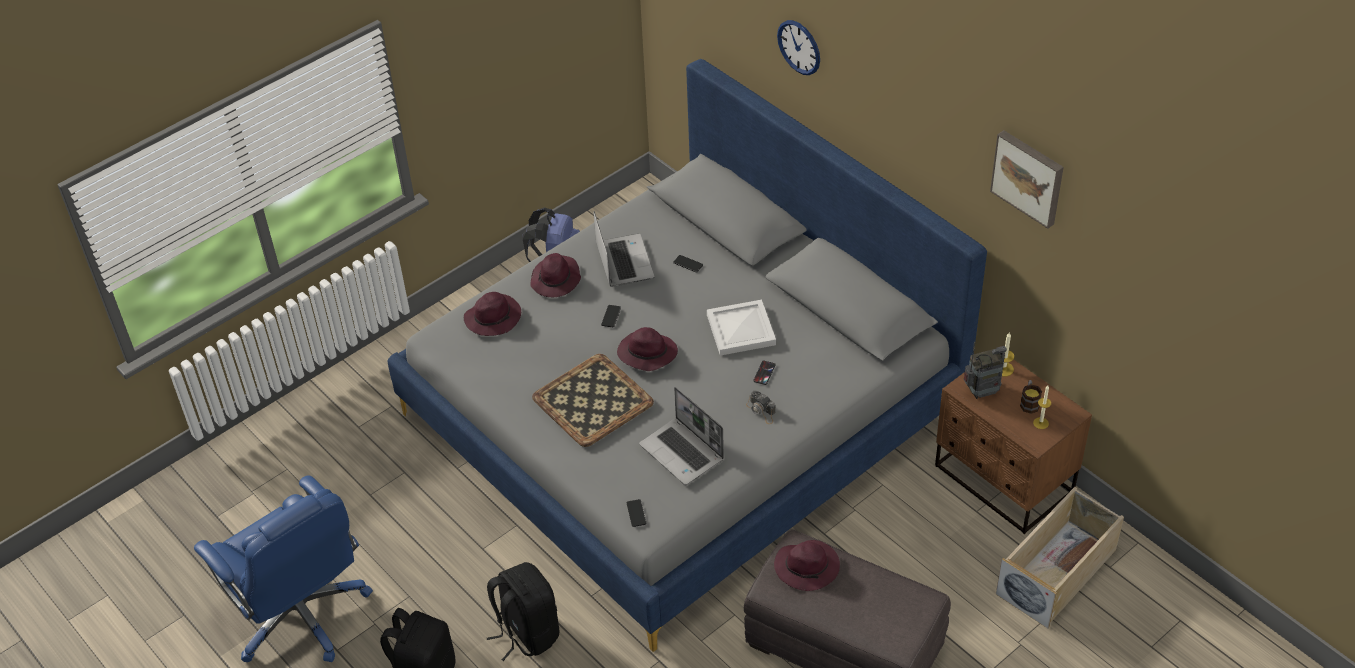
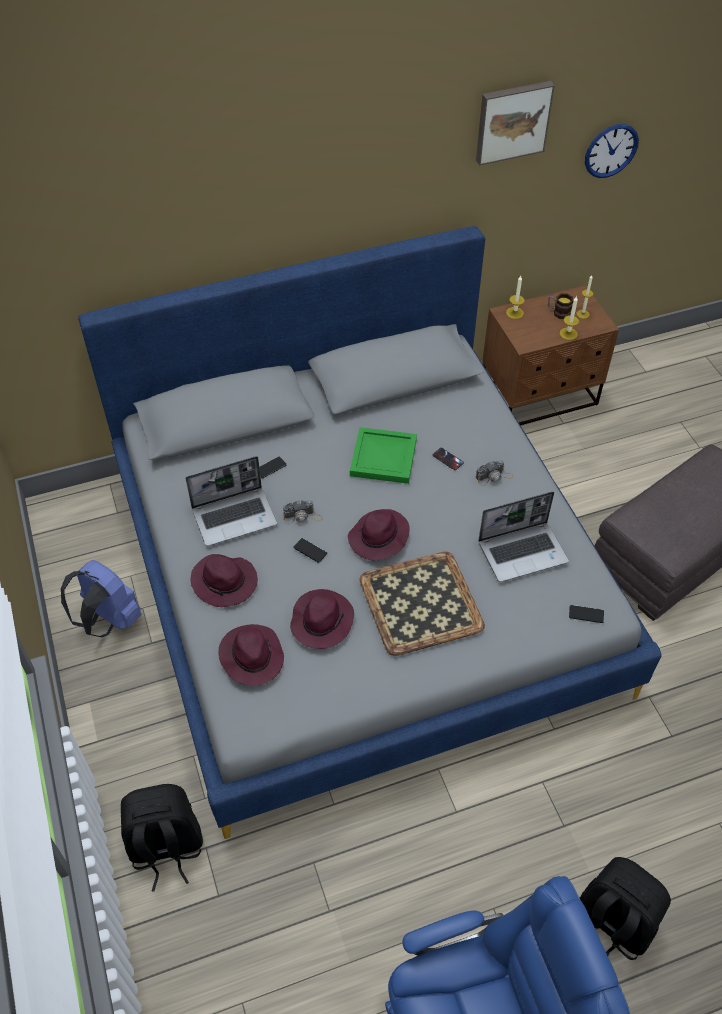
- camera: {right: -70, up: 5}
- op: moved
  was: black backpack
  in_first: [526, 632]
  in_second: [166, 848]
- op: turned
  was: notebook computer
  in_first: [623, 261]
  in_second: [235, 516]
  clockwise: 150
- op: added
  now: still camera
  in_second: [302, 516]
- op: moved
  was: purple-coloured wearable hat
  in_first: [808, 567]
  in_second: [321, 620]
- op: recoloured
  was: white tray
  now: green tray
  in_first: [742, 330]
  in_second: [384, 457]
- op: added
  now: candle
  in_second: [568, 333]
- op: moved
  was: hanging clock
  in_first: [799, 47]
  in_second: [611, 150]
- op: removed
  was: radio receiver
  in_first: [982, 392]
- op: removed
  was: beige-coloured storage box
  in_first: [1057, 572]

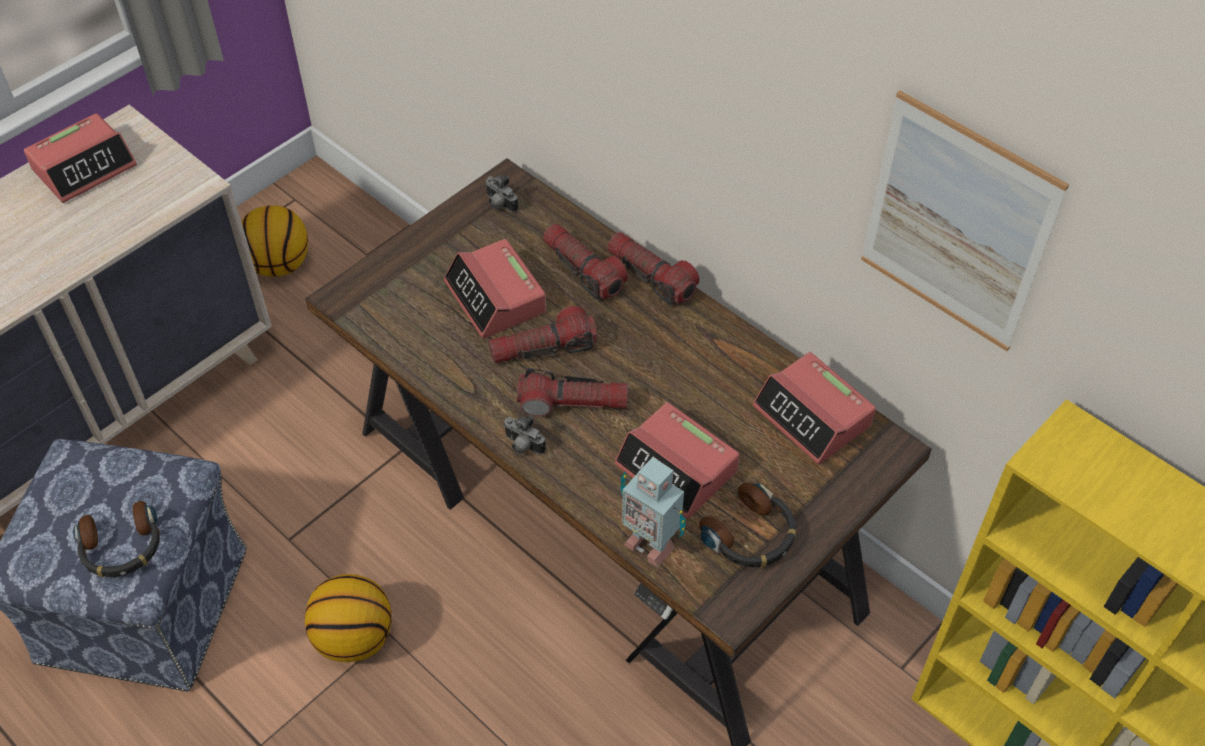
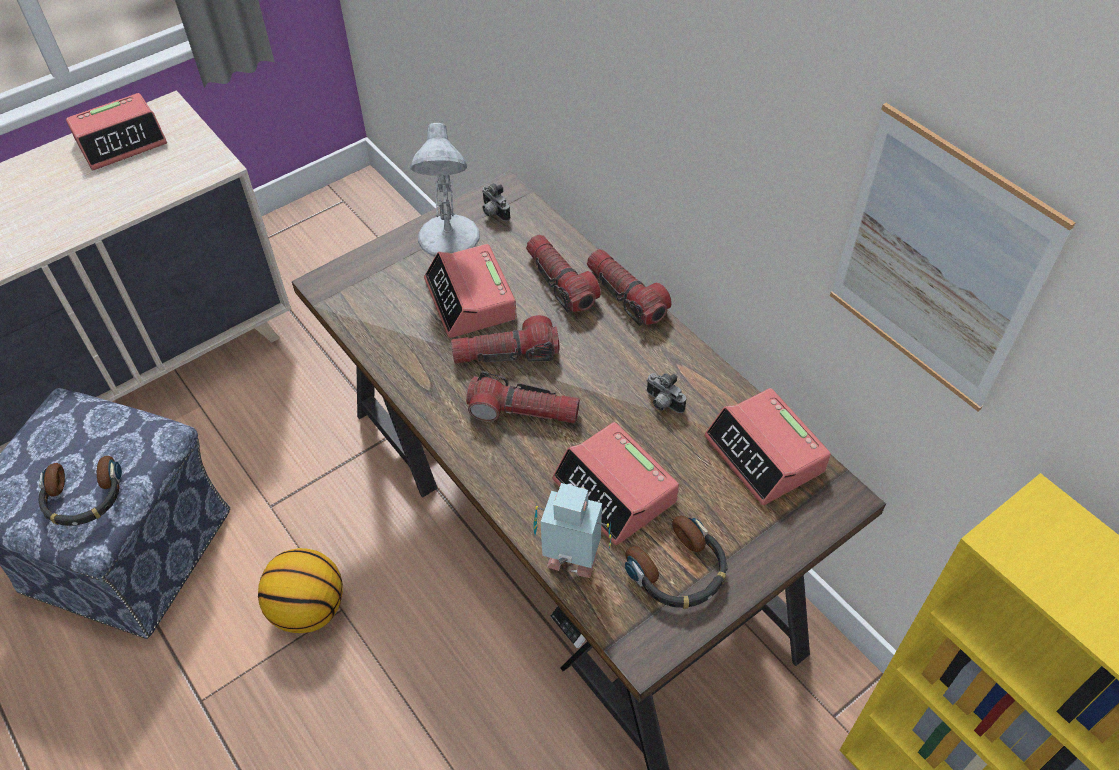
- camera: {right: 10, up: 0}
- op: added
  now: white tabletop lamp
  in_second: [449, 239]
- op: turned
  was: model robot
  in_first: [650, 542]
  in_second: [572, 565]
  clockwise: 150
- op: moved
  was: still camera
  in_first: [522, 446]
  in_second: [662, 403]
- op: removed
  was: ball for basketball
  in_first: [279, 264]

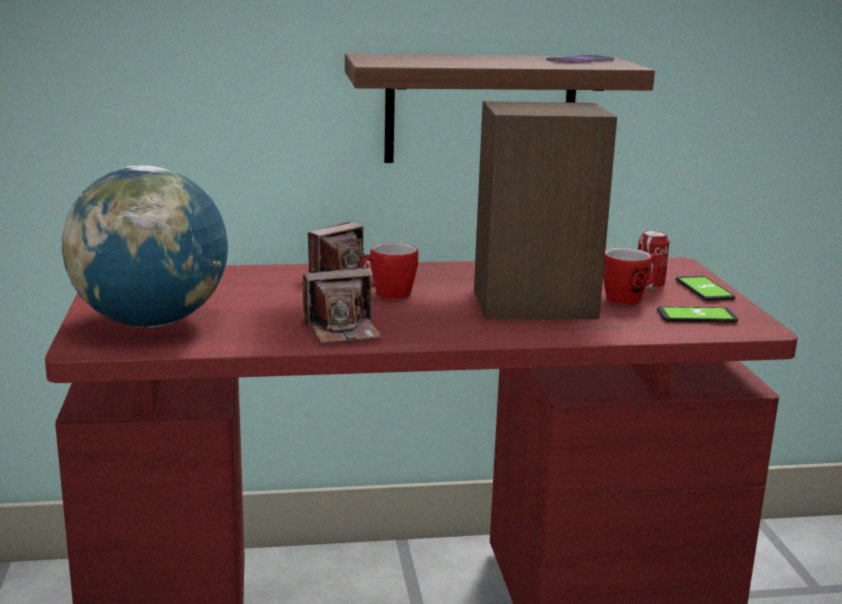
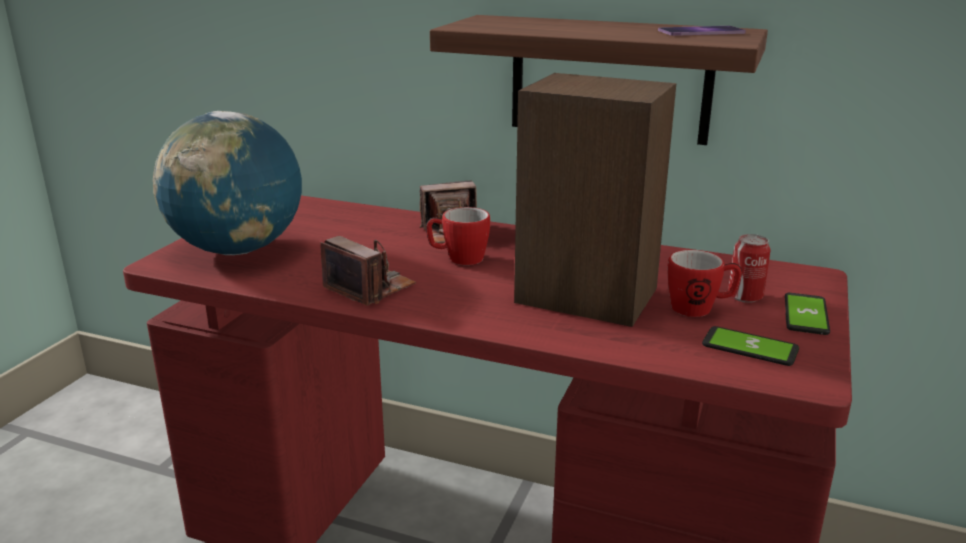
- camera: {right: 30, up: 5}
- op: turned
  was: still camera
  in_first: [343, 330]
  in_second: [370, 288]
  clockwise: -150

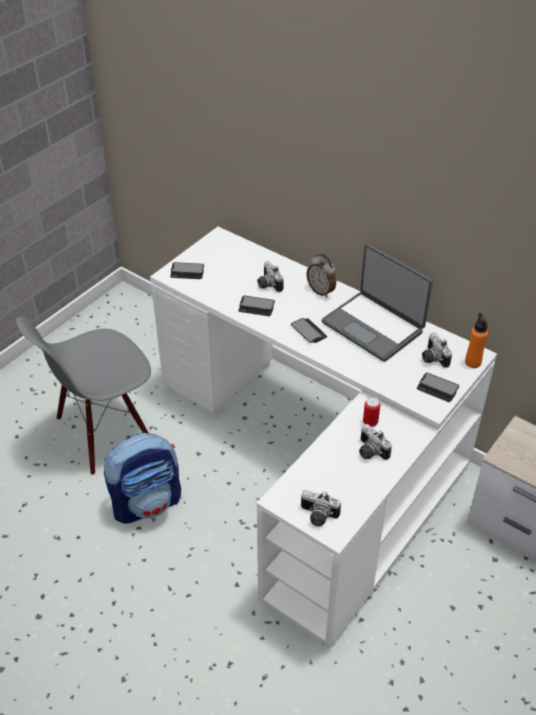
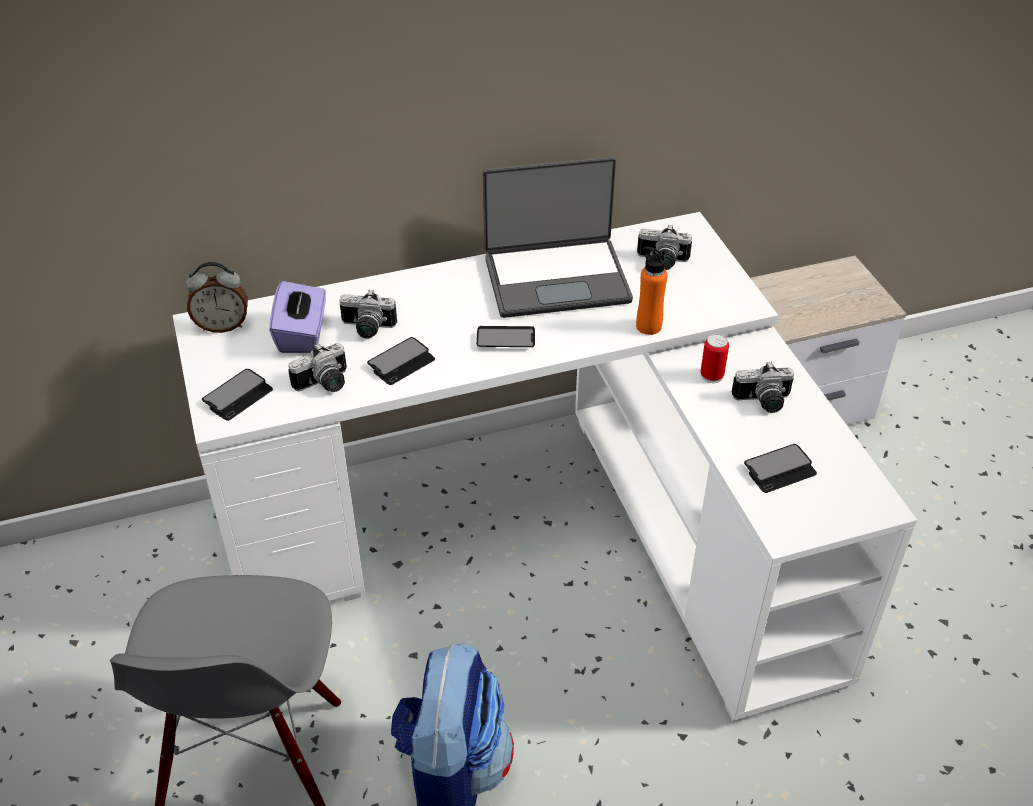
- camera: {right: -55, up: 0}
- op: moved
  was: table clock
  in_first: [321, 291]
  in_second: [222, 325]
- op: added
  now: purple-coloured box of tissues
  in_second: [302, 334]
- op: moved
  was: still camera
  in_first: [317, 516]
  in_second: [325, 384]
- op: moved
  was: orange beverage bottle
  in_first: [472, 362]
  in_second: [648, 326]
- op: moved
  was: telephone
  in_first: [437, 388]
  in_second: [780, 470]

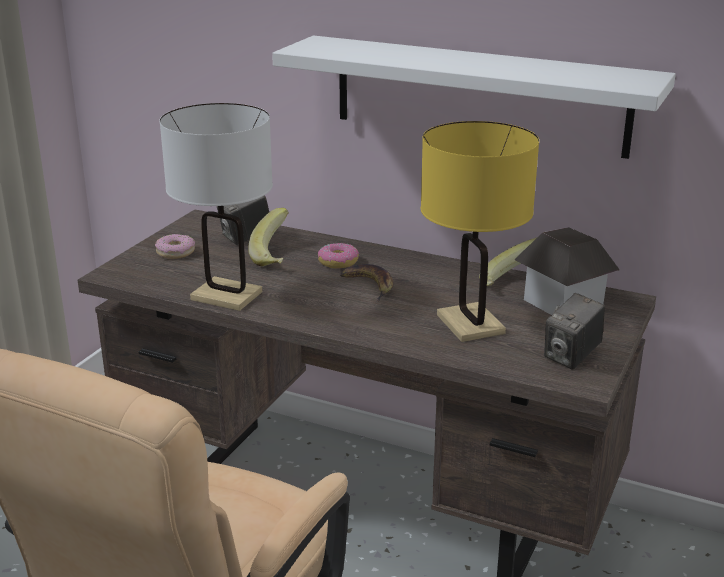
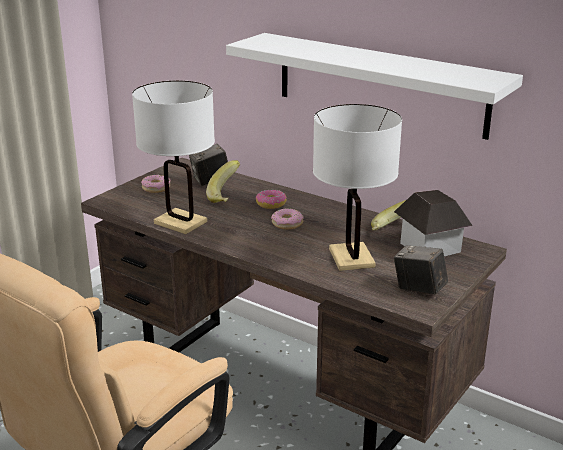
- camera: {right: 10, up: 0}
- op: replaced
  was: whole banana
  now: ring doughnut
  in_first: [369, 286]
  in_second: [287, 223]
- op: recoloured
  was: yellow-coloured tabletop lamp
  now: white tabletop lamp
  in_first: [470, 324]
  in_second: [351, 258]
- op: turned
  was: still camera
  in_first: [571, 357]
  in_second: [419, 289]
  clockwise: 75

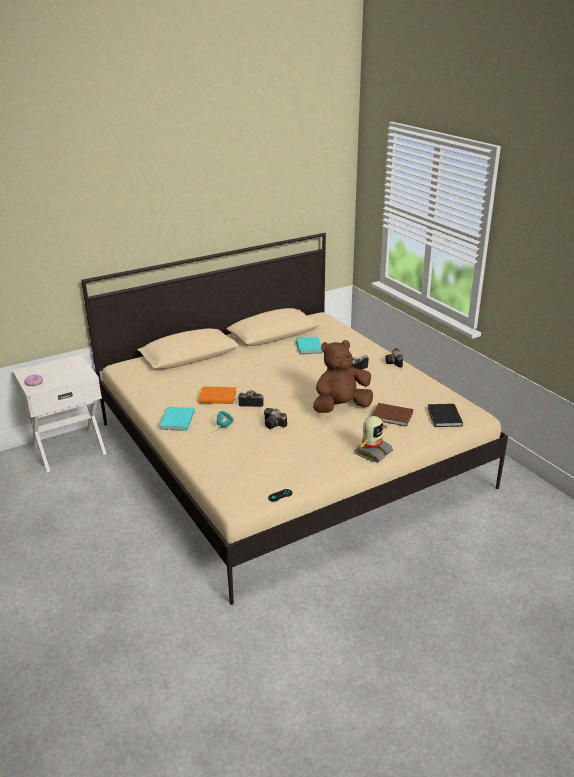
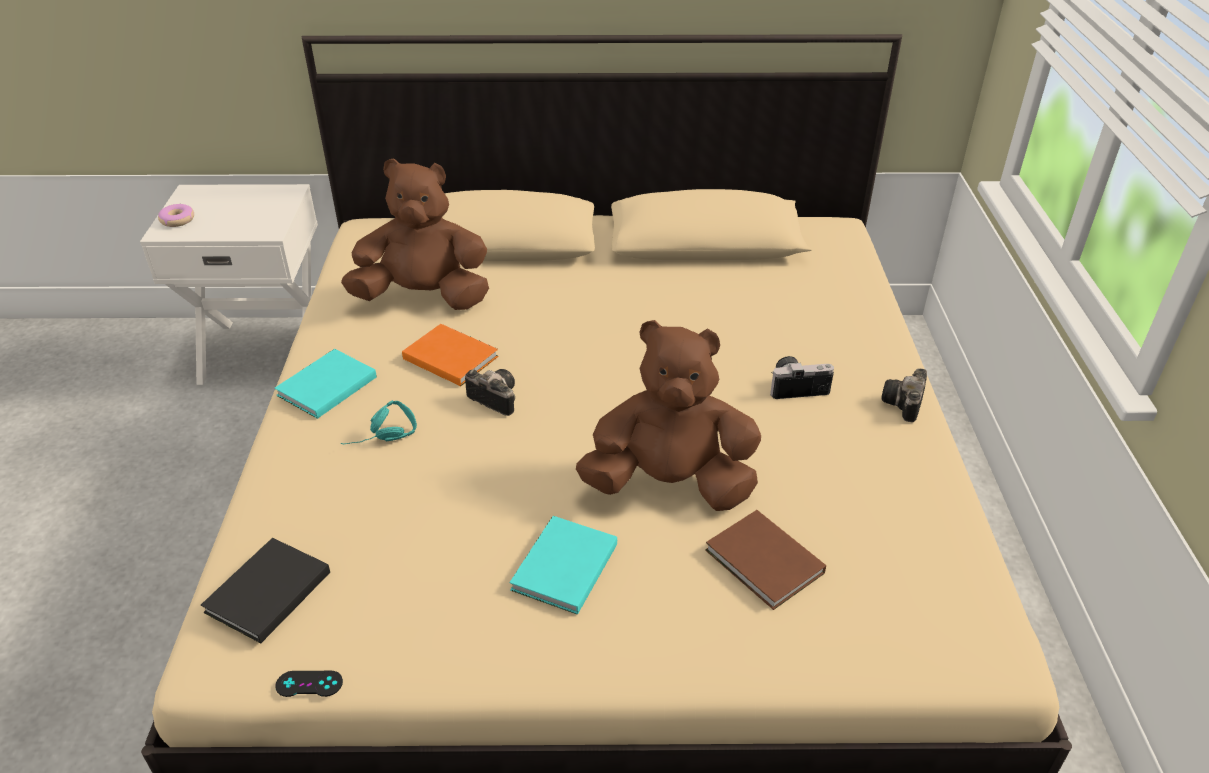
- camera: {right: 30, up: 10}
- op: moved
  was: black volume
  in_first: [444, 417]
  in_second: [265, 593]
- op: added
  now: brown-coloured soft toy
  in_second: [424, 297]
- op: moved
  was: turquoise volume
  in_first: [308, 347]
  in_second: [562, 568]
- op: removed
  was: still camera
  in_first: [274, 424]
- op: removed
  was: model robot
  in_first: [372, 452]

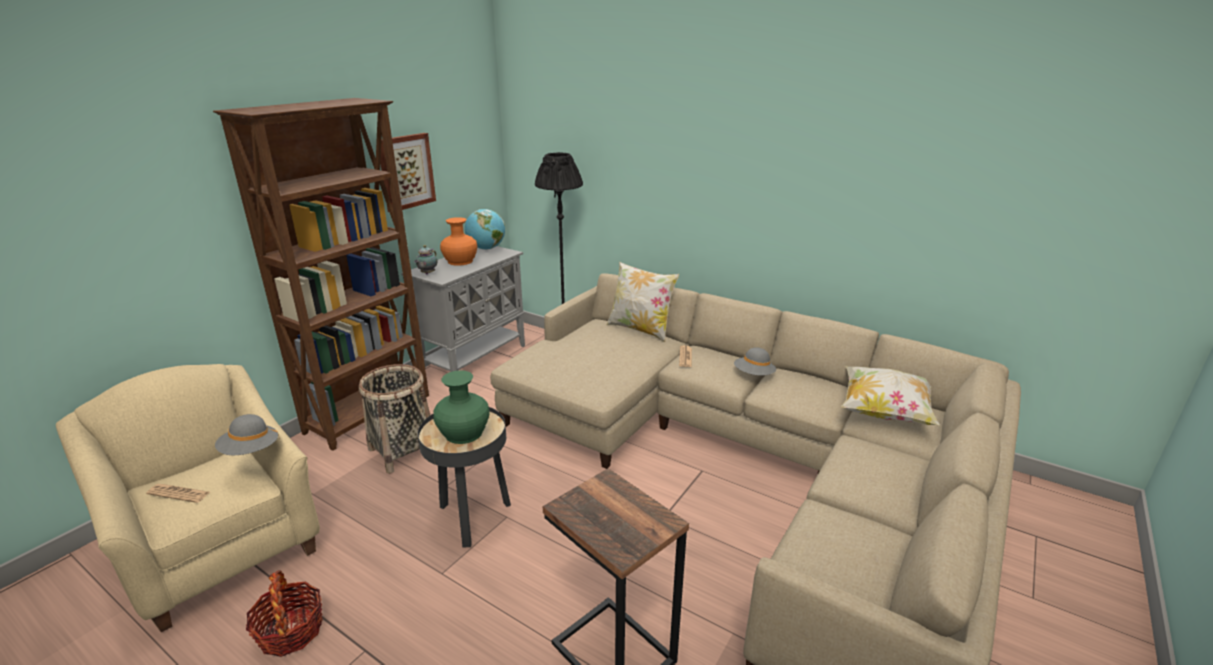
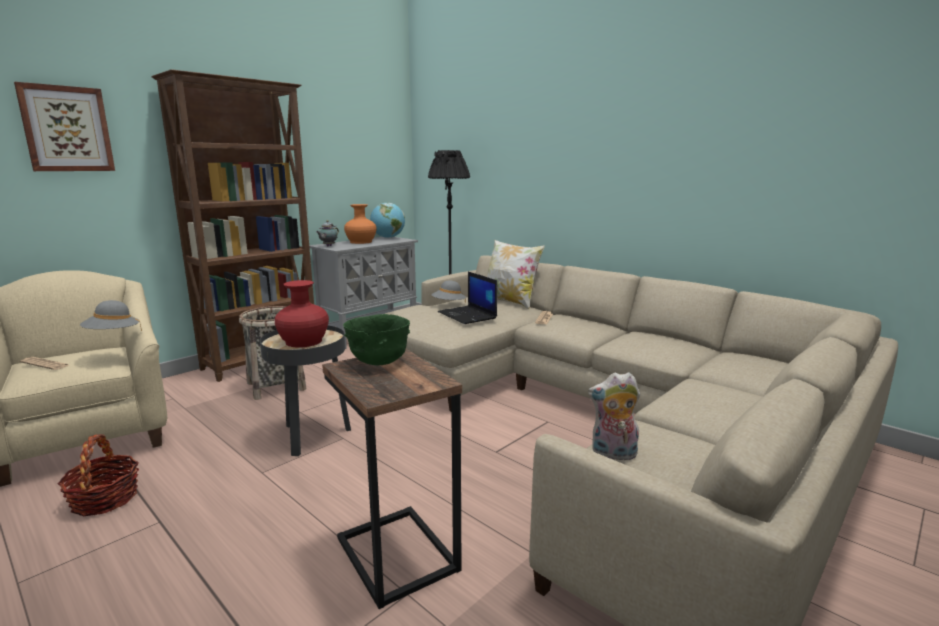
- camera: {right: 10, up: -10}
- op: moved
  was: picture
  in_first: [406, 171]
  in_second: [67, 129]
- op: recoloured
  was: green vase
  now: red vase
  in_first: [463, 433]
  in_second: [303, 341]
- op: added
  now: green bowl
  in_second: [379, 362]
- op: moved
  was: gray wearable hat
  in_first: [753, 375]
  in_second: [448, 304]
- op: added
  now: notebook computer
  in_second: [468, 315]
- op: added
  now: soft toy
  in_second: [613, 454]
- op: removed
  was: cushion
  in_first: [884, 412]

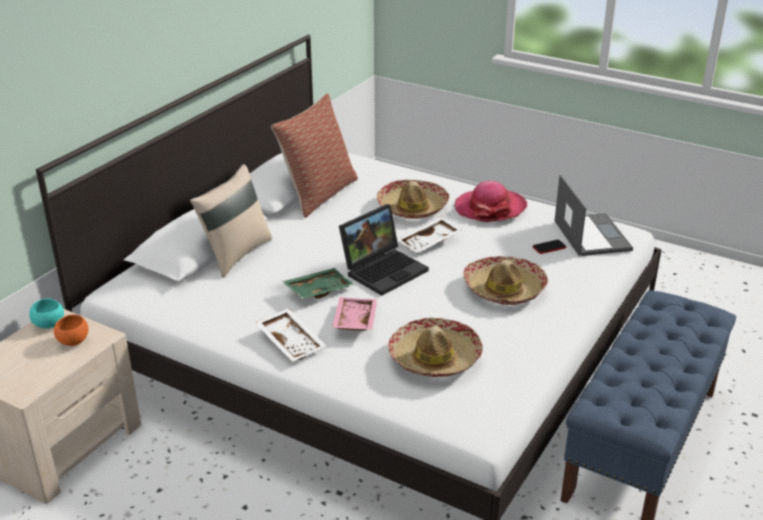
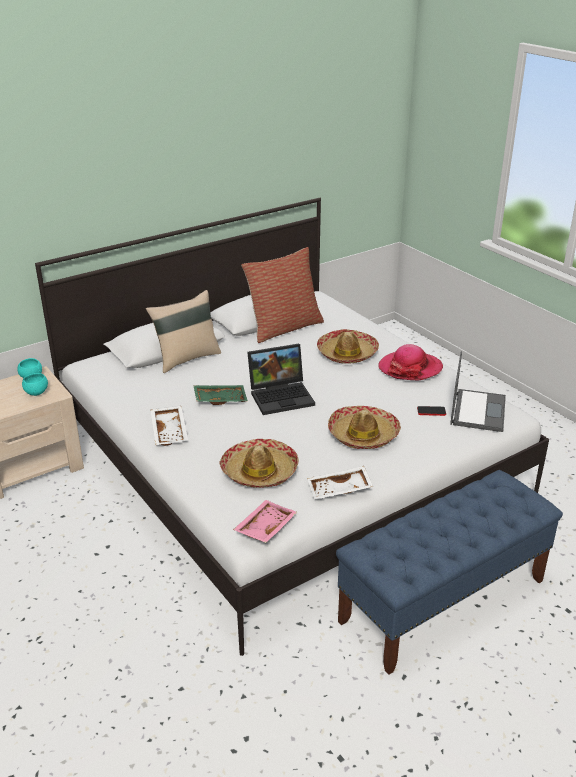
- camera: {right: 25, up: 0}
- op: recoloured
  was: orange bowl
  now: turquoise bowl
  in_first: [73, 341]
  in_second: [36, 392]
- op: moved
  was: pink tray
  in_first: [353, 321]
  in_second: [264, 527]
- op: moved
  was: white tray
  in_first: [430, 242]
  in_second: [339, 490]

